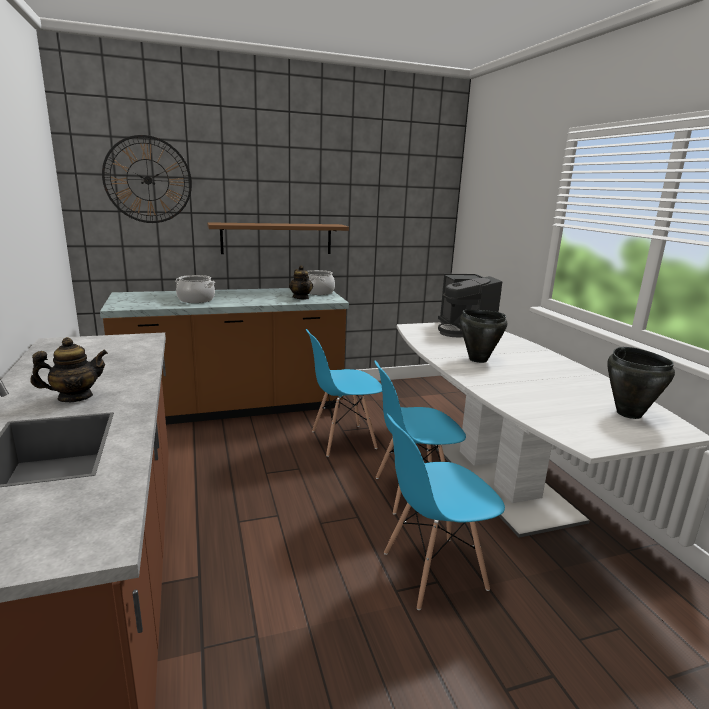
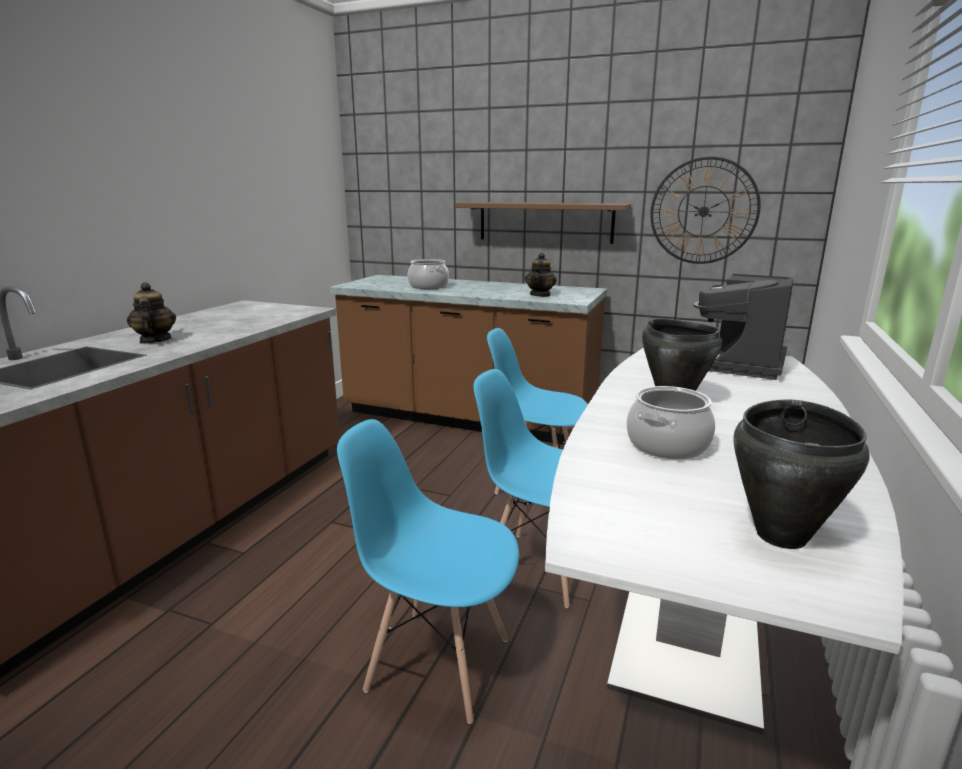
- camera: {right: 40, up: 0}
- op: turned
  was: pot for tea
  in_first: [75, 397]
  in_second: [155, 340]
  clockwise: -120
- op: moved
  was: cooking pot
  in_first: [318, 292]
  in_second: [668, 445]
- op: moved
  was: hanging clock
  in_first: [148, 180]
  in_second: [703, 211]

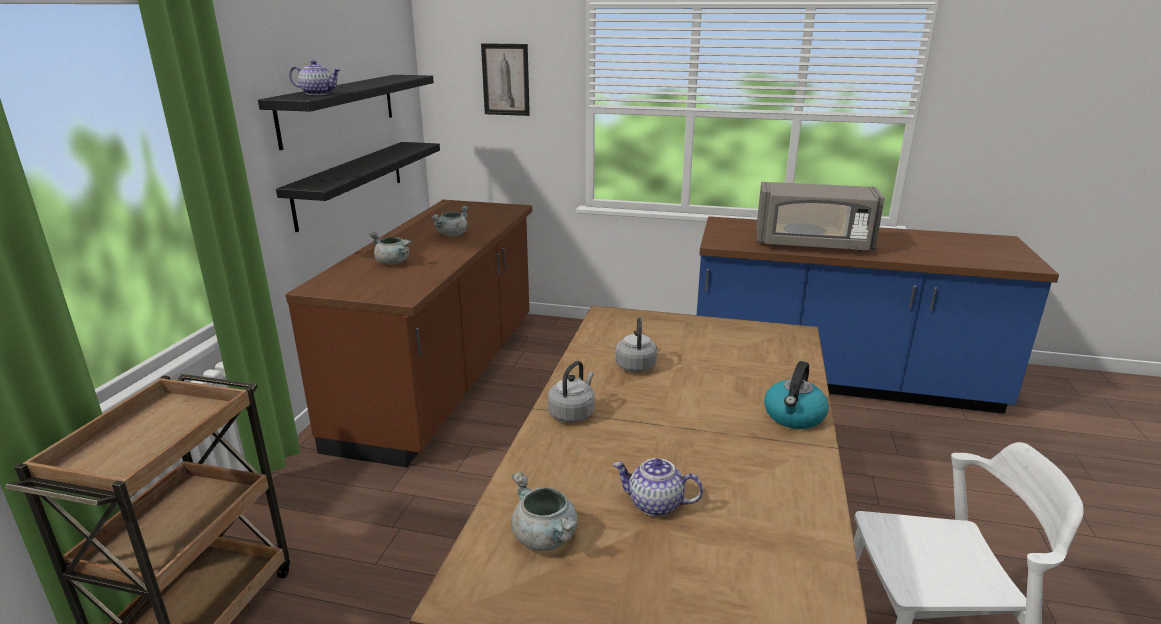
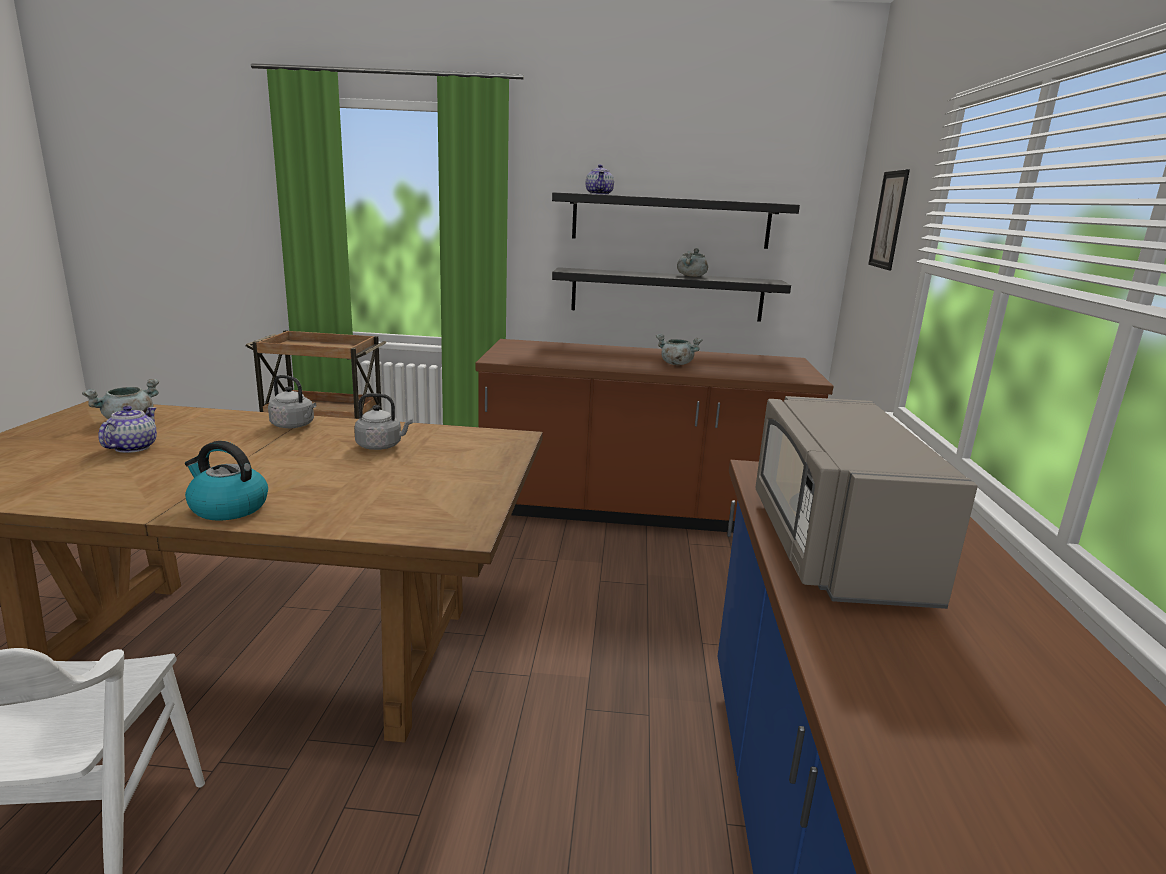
- camera: {right: 80, up: -5}
- op: moved
  was: gray cooking pot
  in_first: [393, 263]
  in_second: [691, 276]

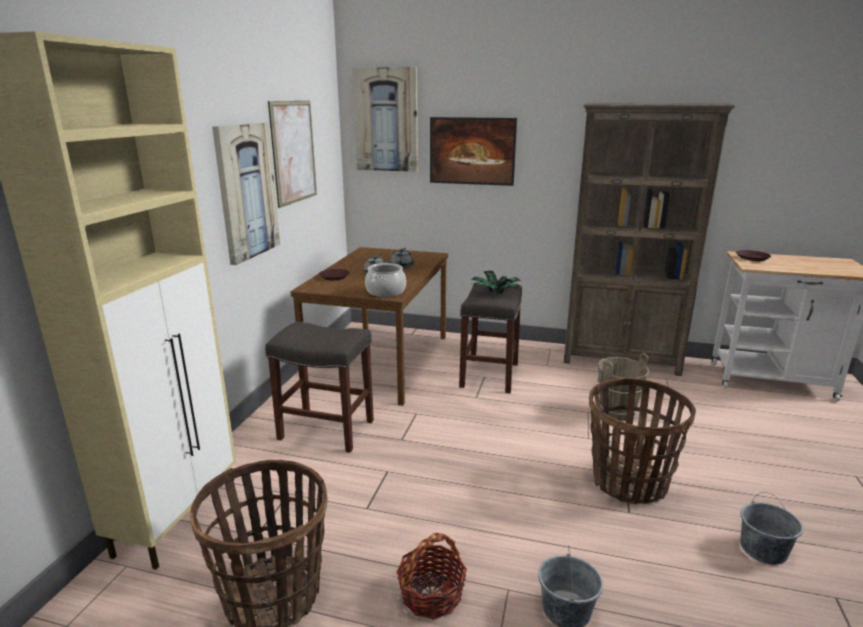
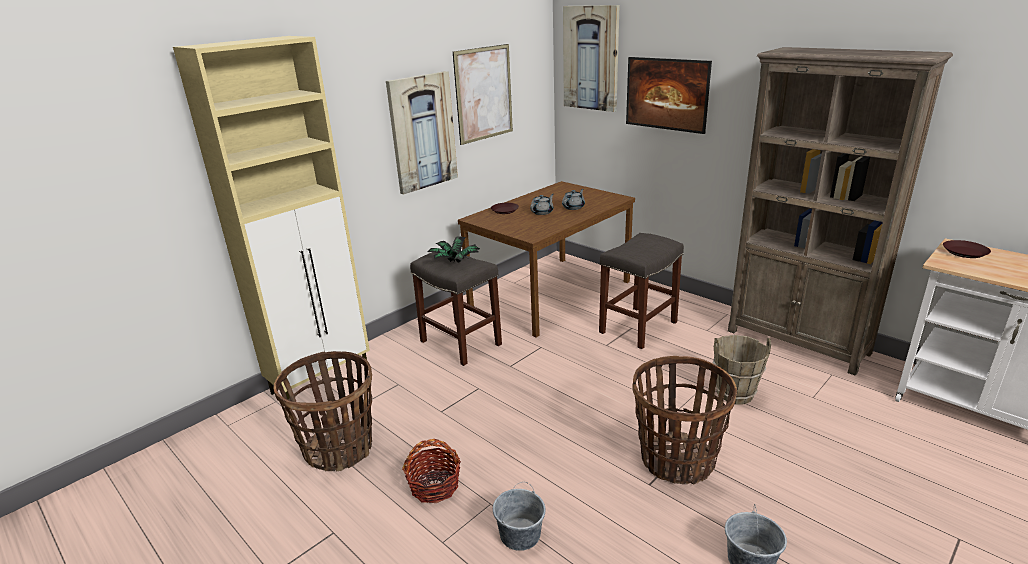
- camera: {right: 30, up: 5}
- op: moved
  was: houseplant
  in_first: [495, 294]
  in_second: [454, 262]
- op: removed
  was: cooking pot
  in_first: [386, 292]

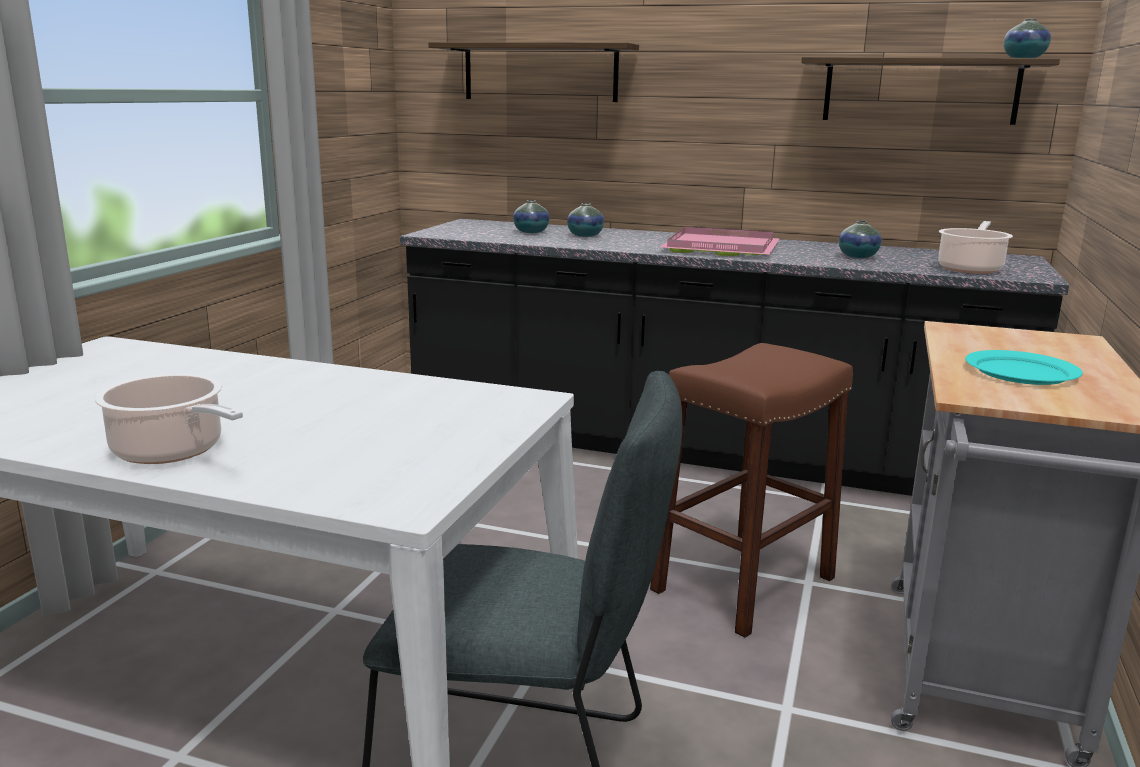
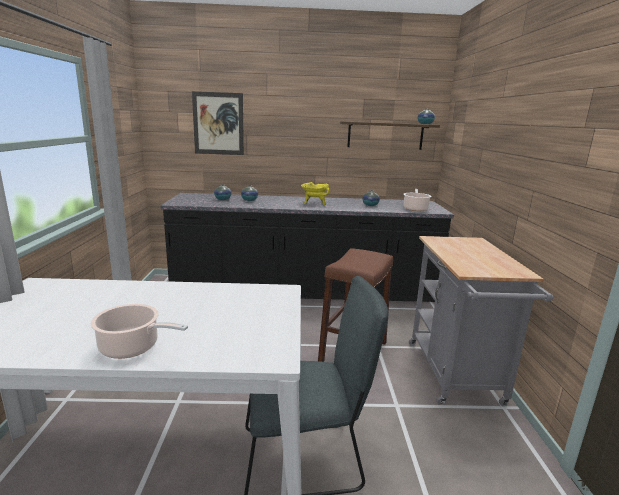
- camera: {right: -20, up: 0}
- op: replaced
  was: wall shelf
  now: picture
  in_first: [540, 72]
  in_second: [218, 123]
- op: replaced
  was: pink tray
  now: yellow-coloured cooking pot
  in_first: [723, 247]
  in_second: [314, 203]
- op: removed
  was: turquoise dinner plate
  in_first: [1022, 372]

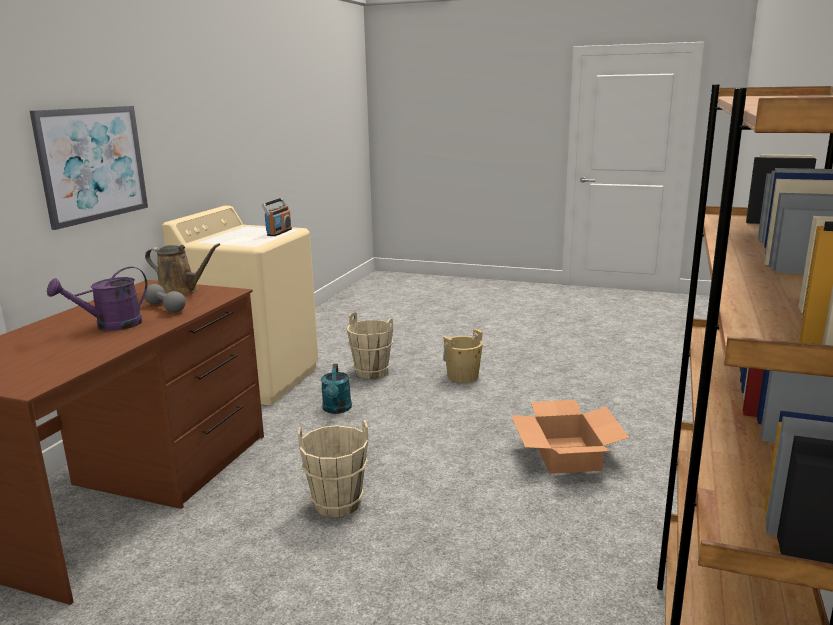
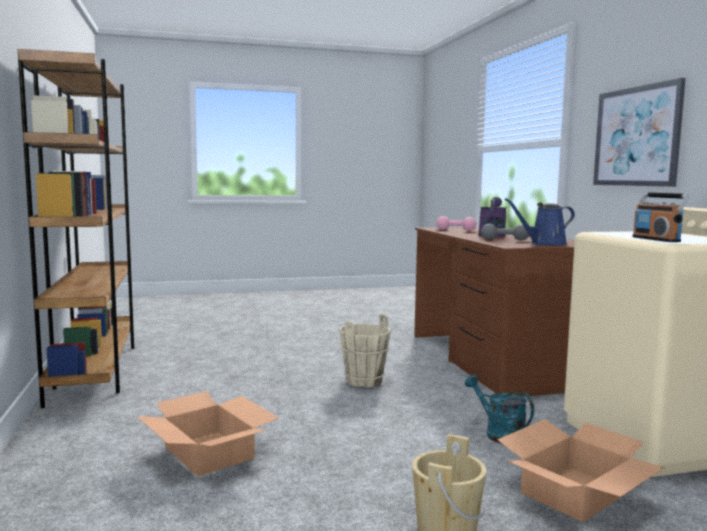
- camera: {right: 145, up: -10}
- op: added
  now: pink hand weight
  in_second: [455, 230]
- op: replaced
  was: beige-coloured bucket
  now: cardboard box
  in_first: [371, 372]
  in_second: [575, 492]
- op: recoloured
  was: brown-coloured sprinkling can
  now: blue sprinkling can
  in_first: [180, 291]
  in_second: [544, 244]

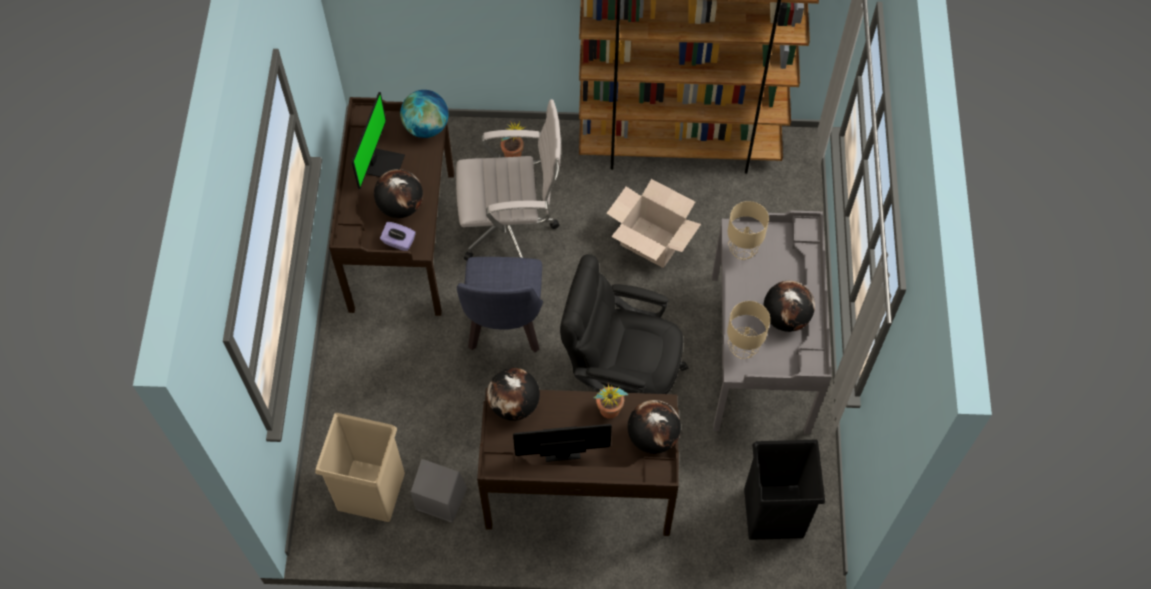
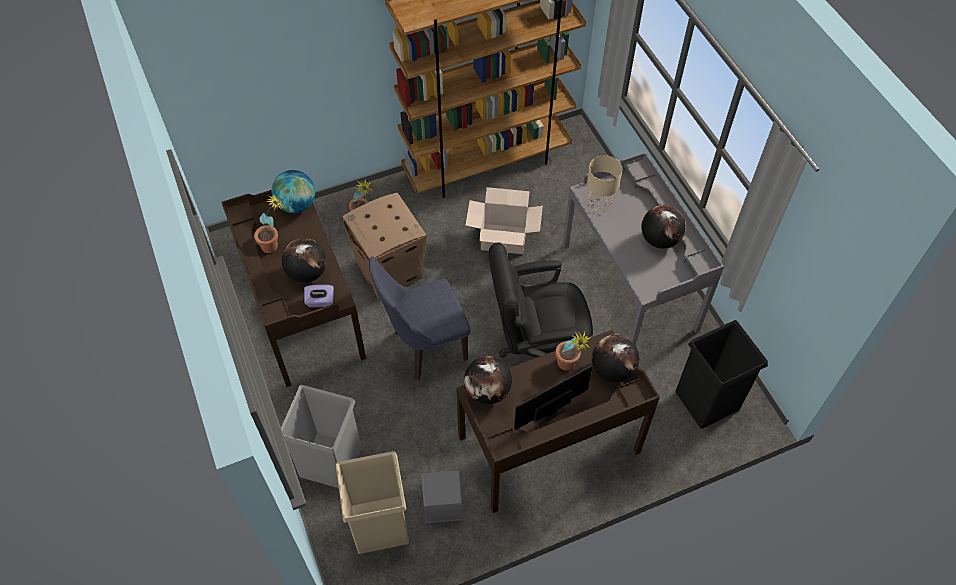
- camera: {right: -25, up: -5}
- op: replaced
  was: monitor
  now: houseplant
  in_first: [383, 164]
  in_second: [275, 245]
- op: added
  now: gray rubbish bin
  in_second: [330, 461]
- op: replaced
  was: white computer chair
  now: cardboard box
  in_first: [512, 230]
  in_second: [390, 271]
- op: turned
  was: blue upright chair
  in_first: [505, 329]
  in_second: [424, 348]
  clockwise: 90
- op: removed
  was: beige-coloured tabletop lamp
  in_first: [742, 350]

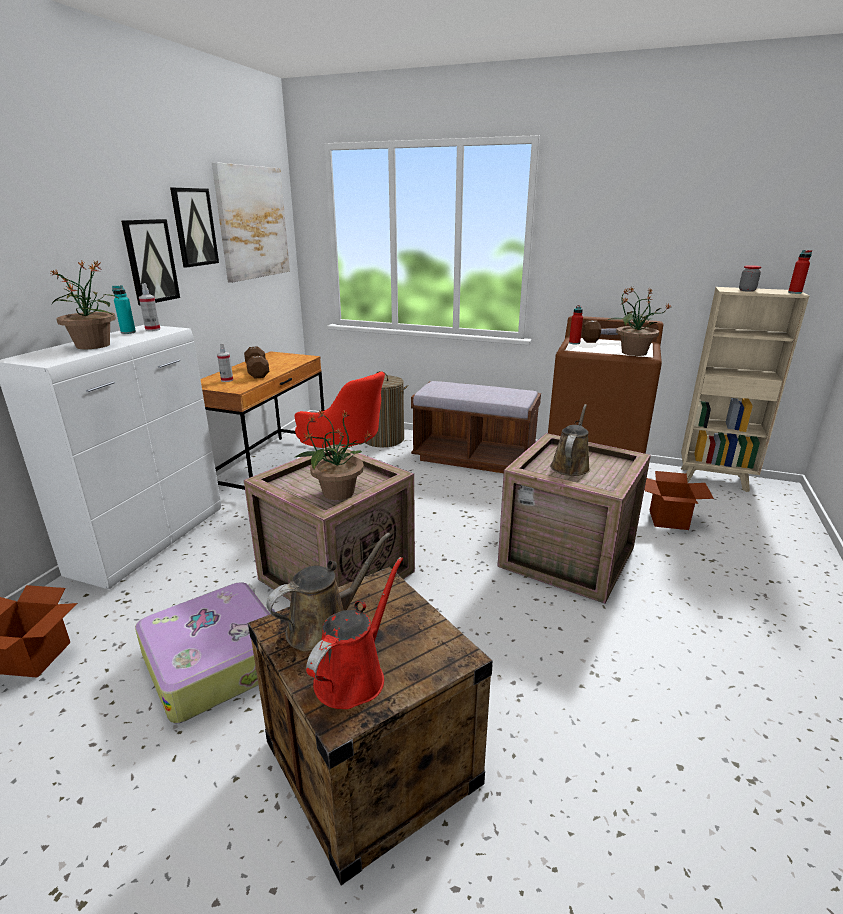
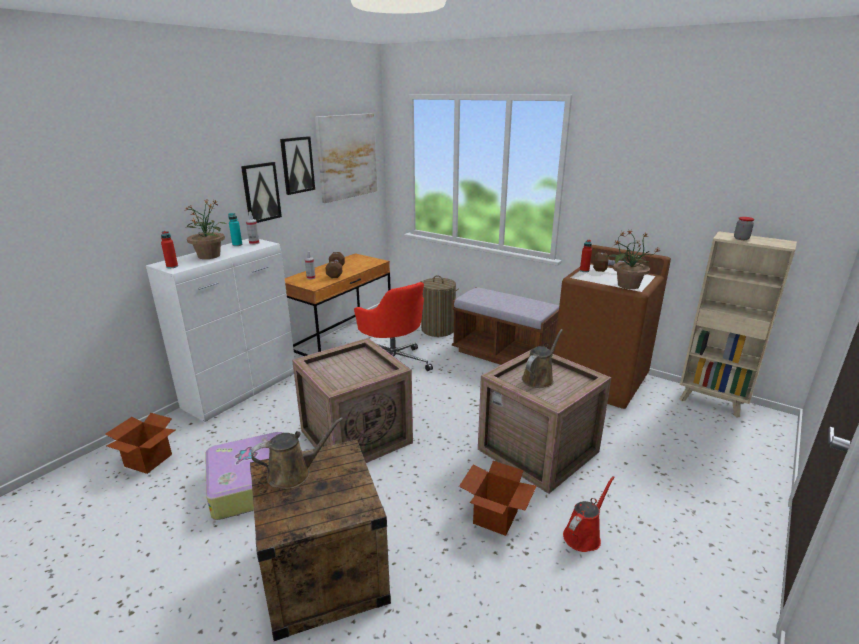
- camera: {right: 15, up: 0}
- op: moved
  was: red beverage bottle
  in_first: [794, 292]
  in_second: [172, 266]
- op: moved
  was: cardboard box
  in_first: [668, 519]
  in_second: [495, 517]
- op: moved
  was: red sprinkling can
  in_first: [354, 675]
  in_second: [584, 535]
- op: removed
  was: houseplant
  in_first: [337, 492]

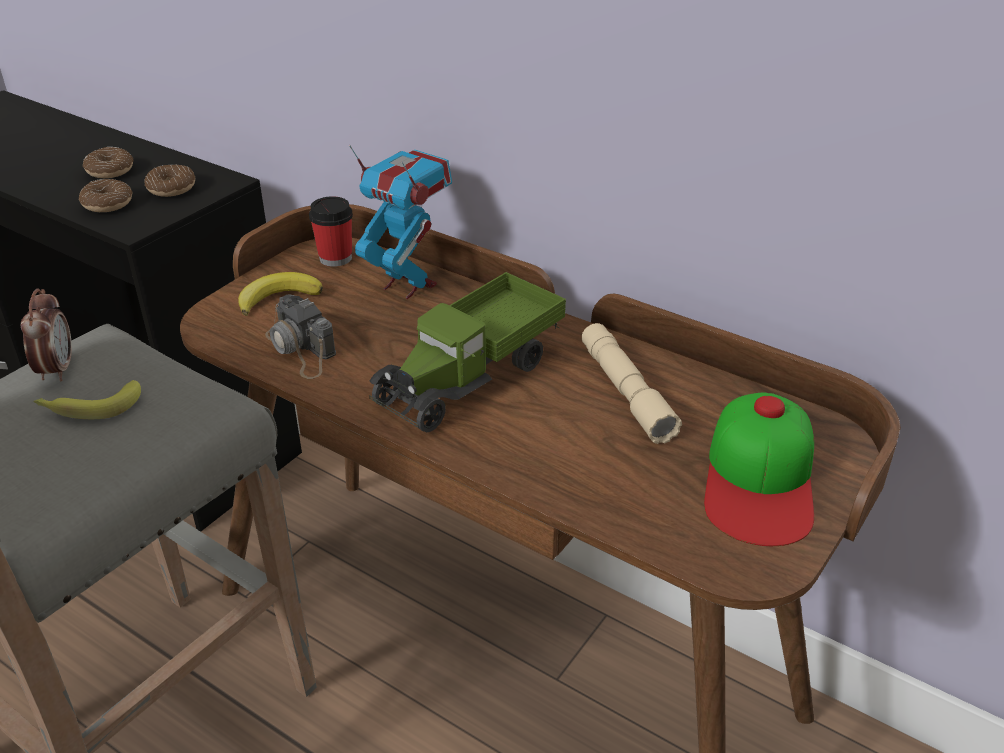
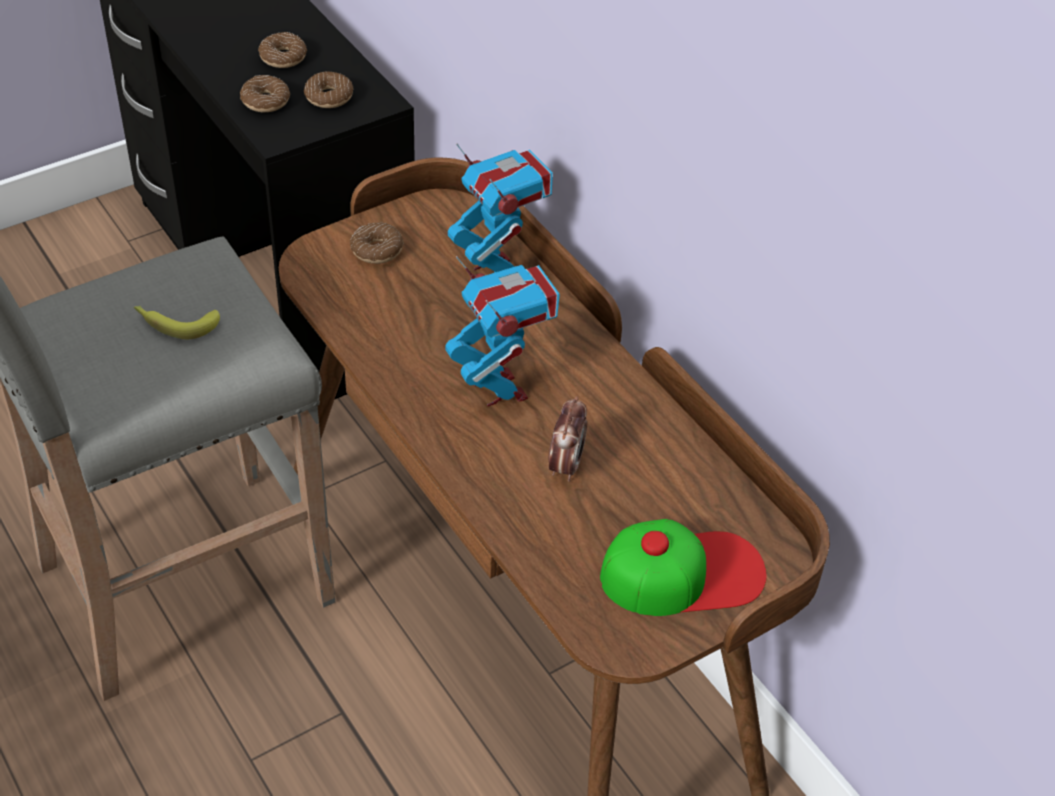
- camera: {right: 20, up: 10}
- op: replaced
  was: whole banana
  now: ring doughnut
  in_first: [278, 297]
  in_second: [377, 250]
- op: replaced
  was: toy truck
  now: model robot
  in_first: [471, 375]
  in_second: [500, 389]
- op: moved
  was: table clock
  in_first: [57, 370]
  in_second: [565, 465]
- op: turned
  was: peaked cap
  in_first: [760, 479]
  in_second: [683, 573]
  clockwise: -135
- op: removed
  was: still camera
  in_first: [301, 349]
- op: removed
  was: small cup
  in_first: [335, 258]
- op: removed
  was: beige-coloured hand torch
  in_first: [626, 392]

